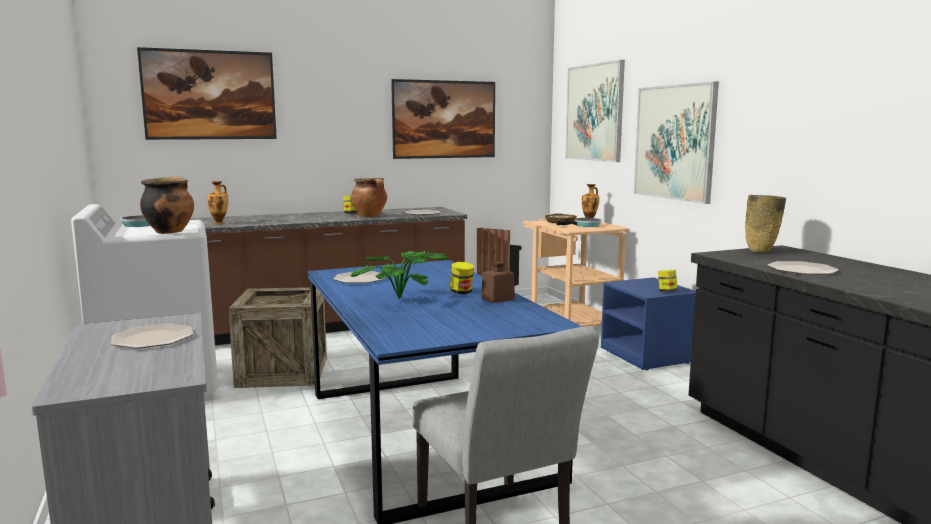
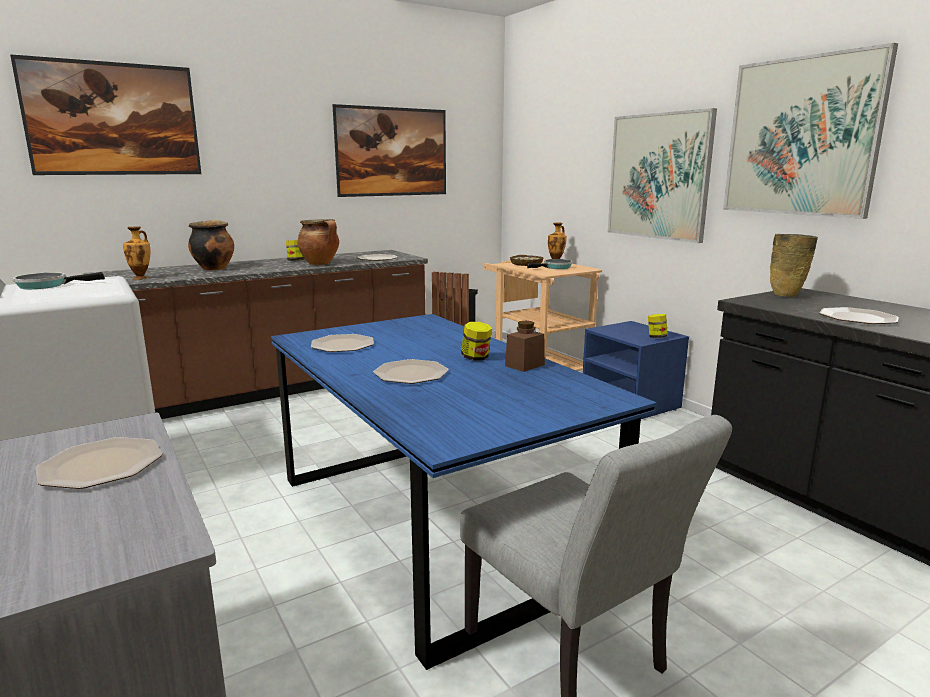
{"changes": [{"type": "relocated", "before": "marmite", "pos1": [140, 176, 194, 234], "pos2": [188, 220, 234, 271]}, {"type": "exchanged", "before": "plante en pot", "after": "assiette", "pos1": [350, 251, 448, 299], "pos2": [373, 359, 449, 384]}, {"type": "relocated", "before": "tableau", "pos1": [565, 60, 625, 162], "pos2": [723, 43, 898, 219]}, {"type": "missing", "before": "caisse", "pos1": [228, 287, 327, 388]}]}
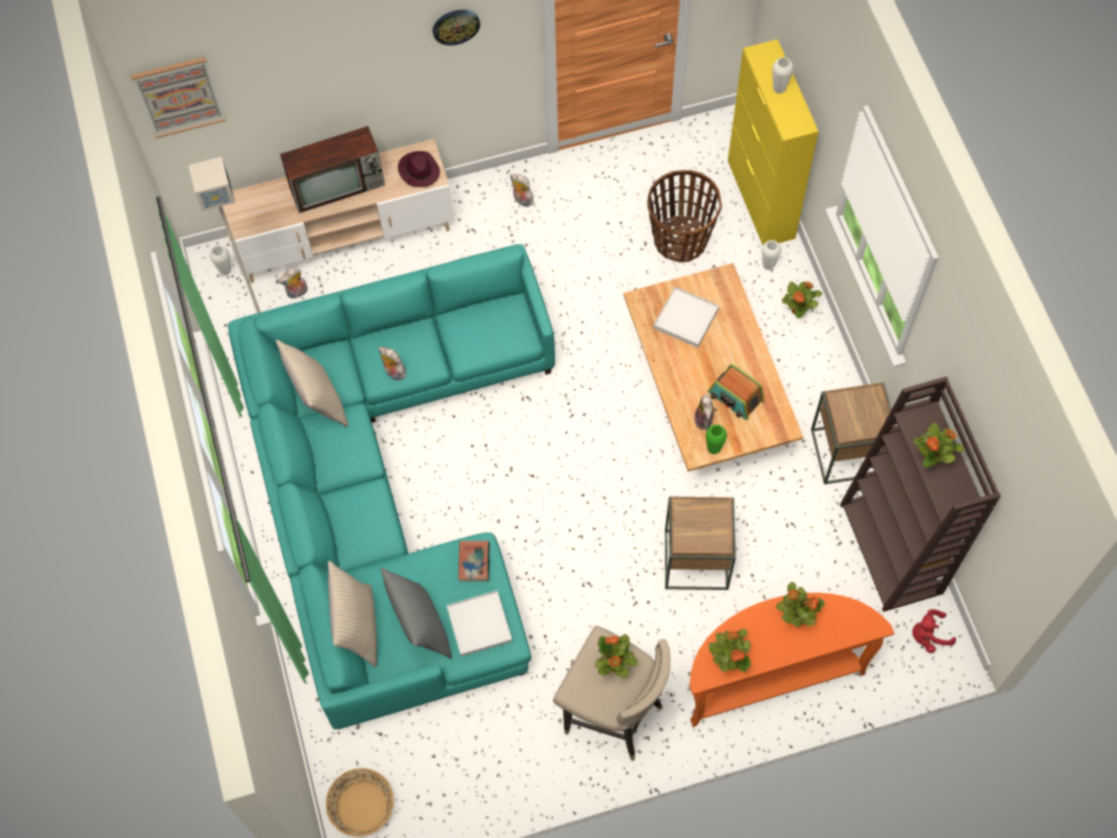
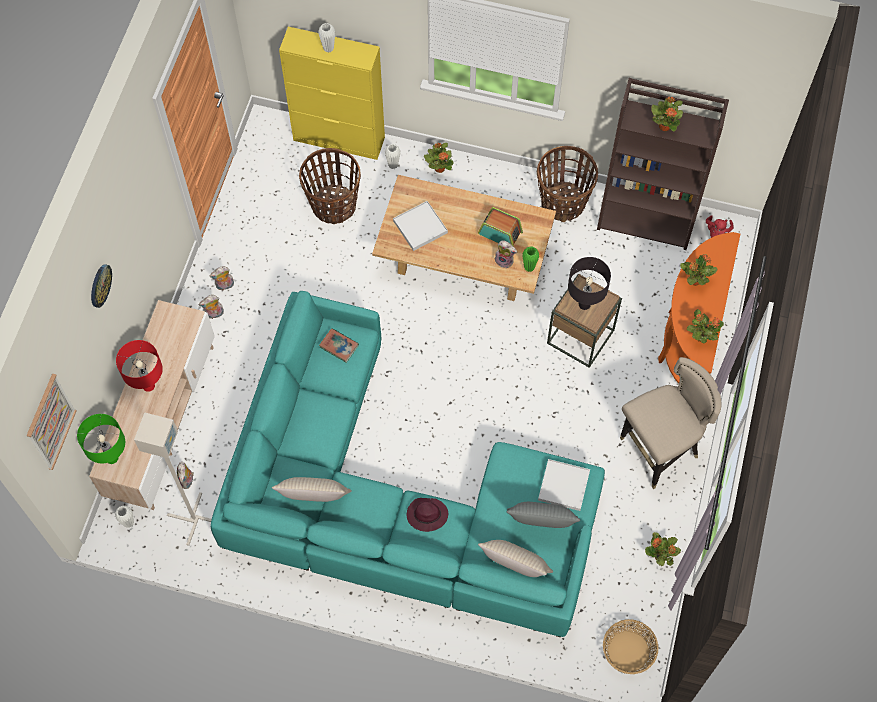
{"changes": [{"type": "appeared", "after": "lampe de table/vert", "pos2": [77, 414, 125, 464]}, {"type": "relocated", "before": "horloge murale", "pos1": [433, 10, 480, 45], "pos2": [91, 264, 112, 308]}, {"type": "exchanged", "before": "téléviseur", "after": "lampe de table/rouge", "pos1": [280, 126, 385, 213], "pos2": [116, 340, 163, 392]}, {"type": "relocated", "before": "peluche", "pos1": [379, 347, 406, 380], "pos2": [199, 295, 224, 319]}, {"type": "relocated", "before": "livre", "pos1": [458, 541, 490, 582], "pos2": [319, 328, 359, 363]}, {"type": "relocated", "before": "chapeau/violet", "pos1": [398, 151, 440, 187], "pos2": [407, 498, 448, 532]}, {"type": "spun", "before": "radio", "pos1": [708, 364, 764, 420], "pos2": [478, 207, 523, 246], "turn": -135}, {"type": "exchanged", "before": "table d'appoint/marron", "after": "panier", "pos1": [811, 382, 896, 484], "pos2": [537, 146, 598, 222]}, {"type": "appeared", "after": "lampe de table/noir", "pos2": [568, 257, 611, 310]}, {"type": "relocated", "before": "plante en pot", "pos1": [595, 634, 638, 678], "pos2": [645, 532, 681, 566]}]}
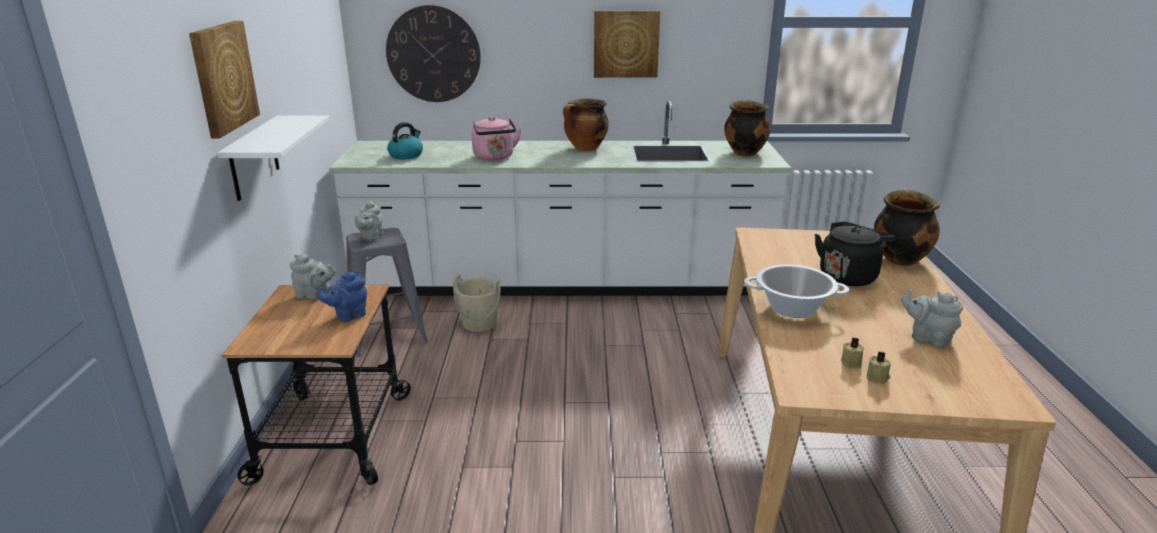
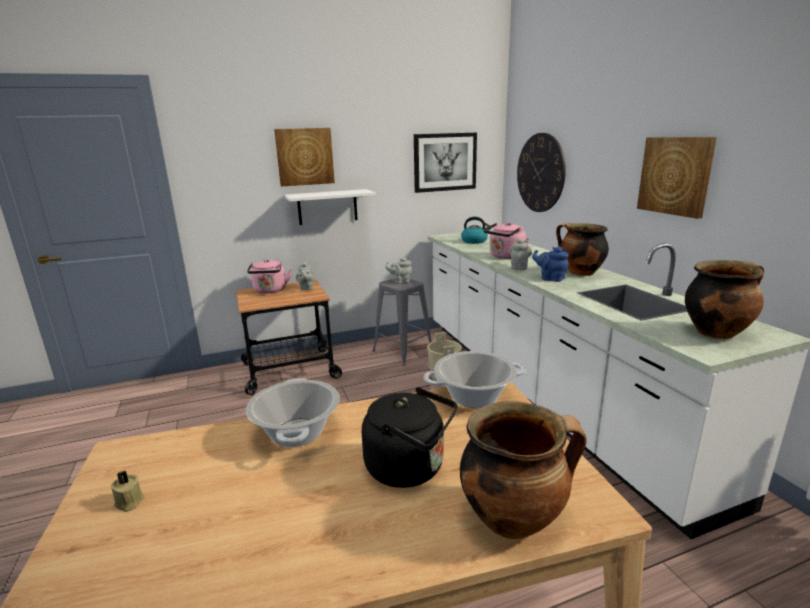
{"changes": [{"type": "appeared", "after": "bouilloire/rose", "pos2": [247, 259, 292, 293]}, {"type": "appeared", "after": "tableau", "pos2": [414, 133, 477, 193]}, {"type": "appeared", "after": "marmite", "pos2": [423, 351, 526, 408]}, {"type": "relocated", "before": "théière/gris", "pos1": [901, 289, 963, 348], "pos2": [510, 238, 532, 270]}, {"type": "relocated", "before": "théière/bleu", "pos1": [318, 270, 367, 322], "pos2": [532, 246, 569, 282]}, {"type": "missing", "before": "bougie/beige", "pos1": [841, 337, 864, 369]}]}
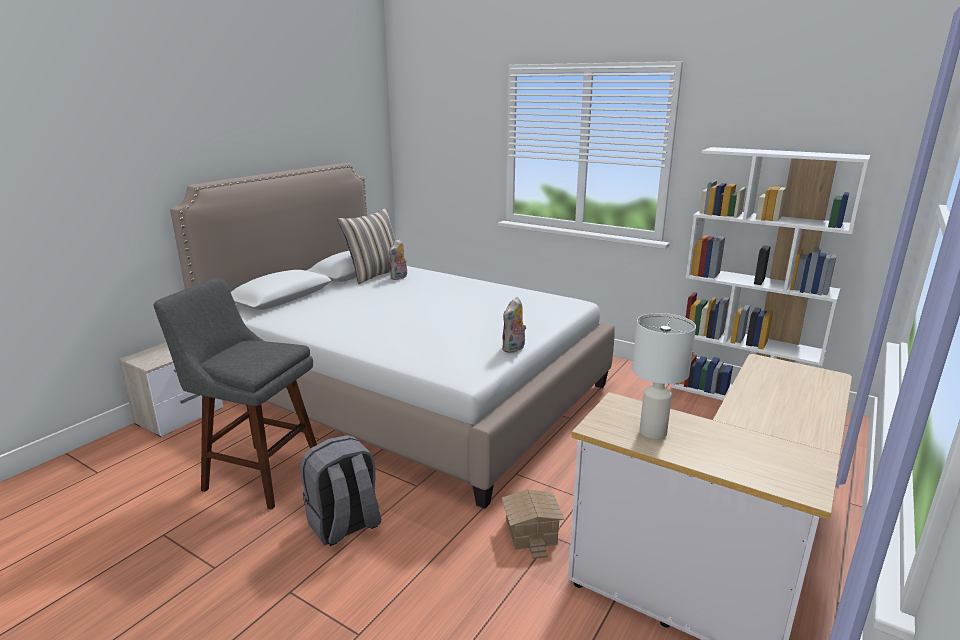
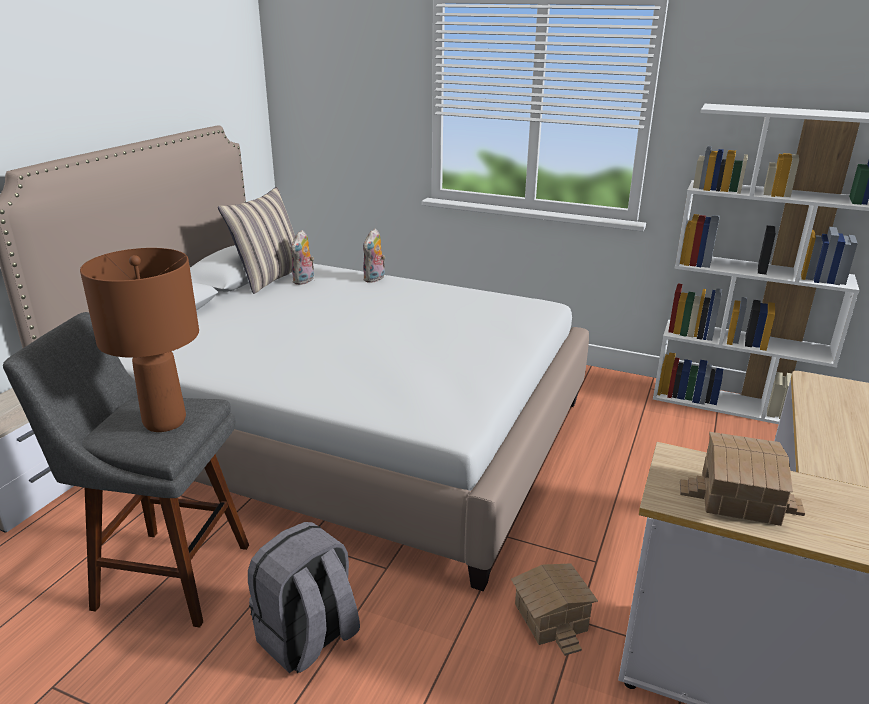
{"changes": [{"type": "appeared", "after": "lampe de table/marron", "pos2": [80, 248, 199, 432]}, {"type": "relocated", "before": "peluche", "pos1": [502, 297, 526, 353], "pos2": [363, 229, 385, 283]}, {"type": "exchanged", "before": "lampe de table/blanc", "after": "maison miniature", "pos1": [632, 313, 696, 439], "pos2": [680, 432, 805, 526]}]}
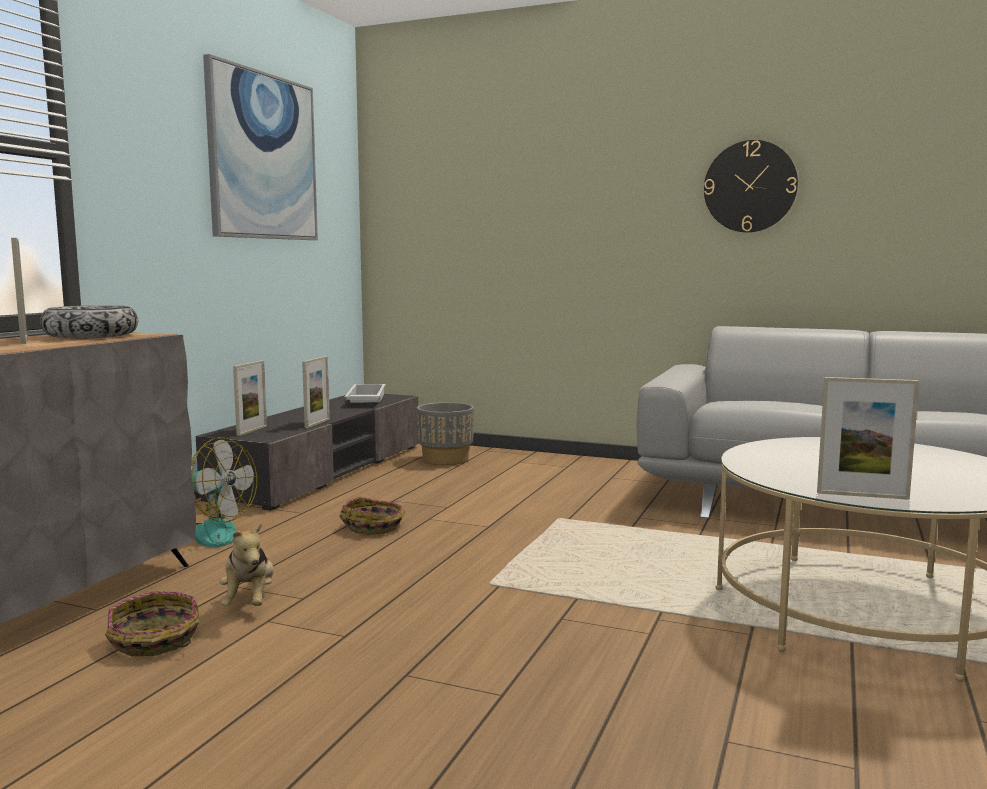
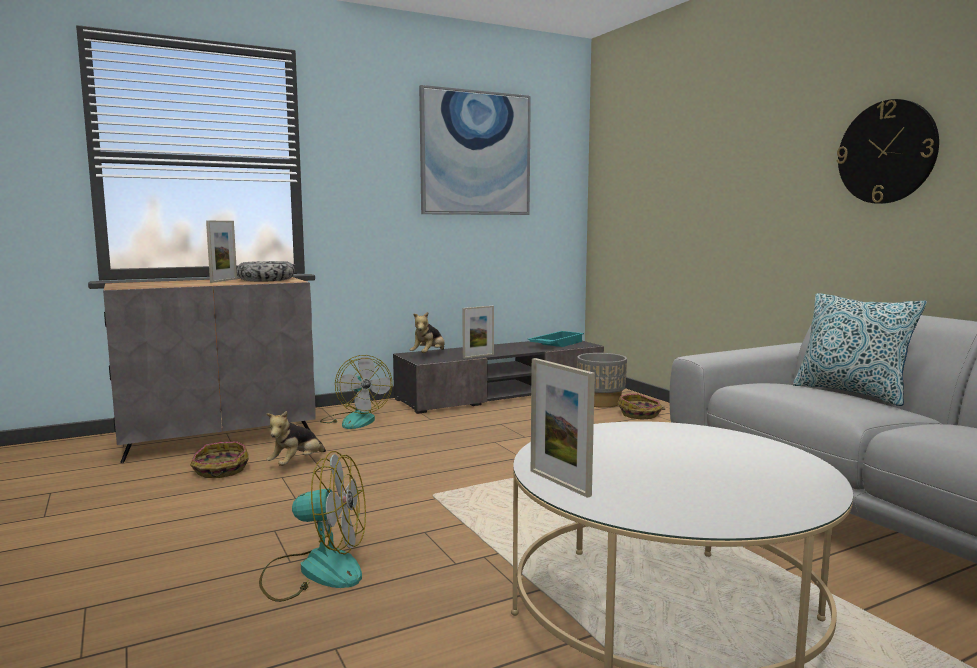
{"changes": [{"type": "appeared", "after": "ventilateur", "pos2": [259, 451, 366, 602]}, {"type": "exchanged", "before": "cadre photo", "after": "peluche", "pos1": [233, 360, 267, 436], "pos2": [410, 312, 445, 353]}, {"type": "colour", "before": "plateau/blanc", "after": "plateau/turquoise", "pos1": [345, 384, 386, 402], "pos2": [528, 331, 584, 347]}, {"type": "relocated", "before": "panier", "pos1": [339, 497, 406, 535], "pos2": [617, 394, 665, 420]}, {"type": "appeared", "after": "coussin", "pos2": [793, 293, 927, 406]}]}
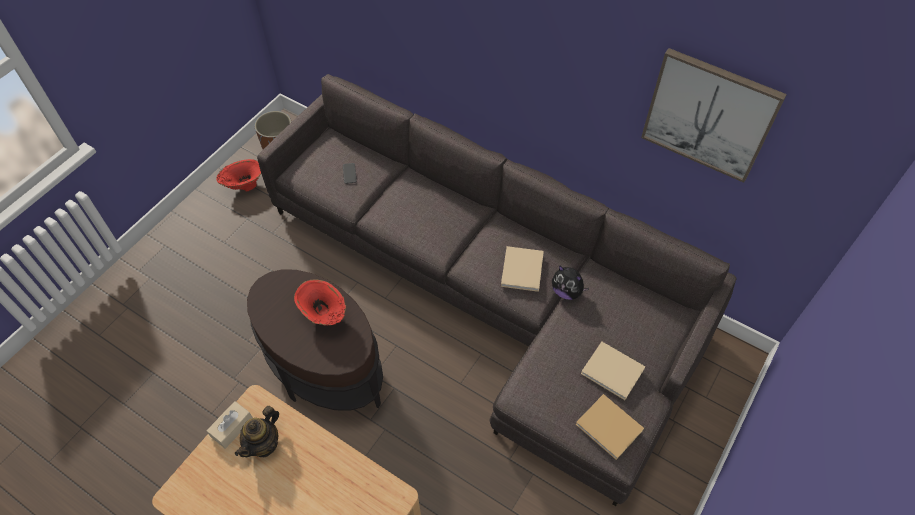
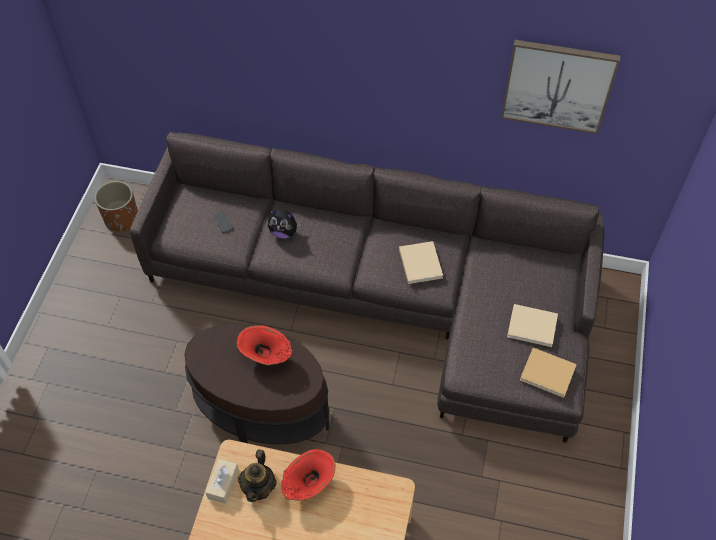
{"changes": [{"type": "relocated", "before": "peluche", "pos1": [552, 265, 589, 300], "pos2": [268, 210, 302, 239]}, {"type": "relocated", "before": "vase/rouge", "pos1": [216, 159, 261, 191], "pos2": [281, 449, 336, 501]}]}
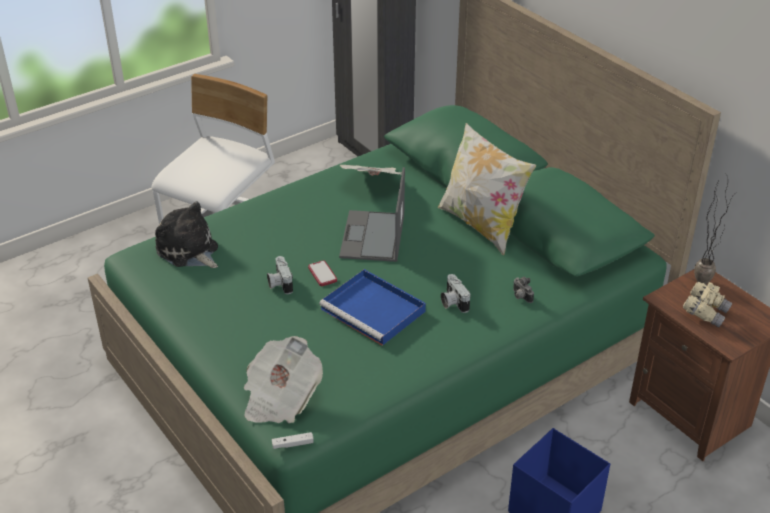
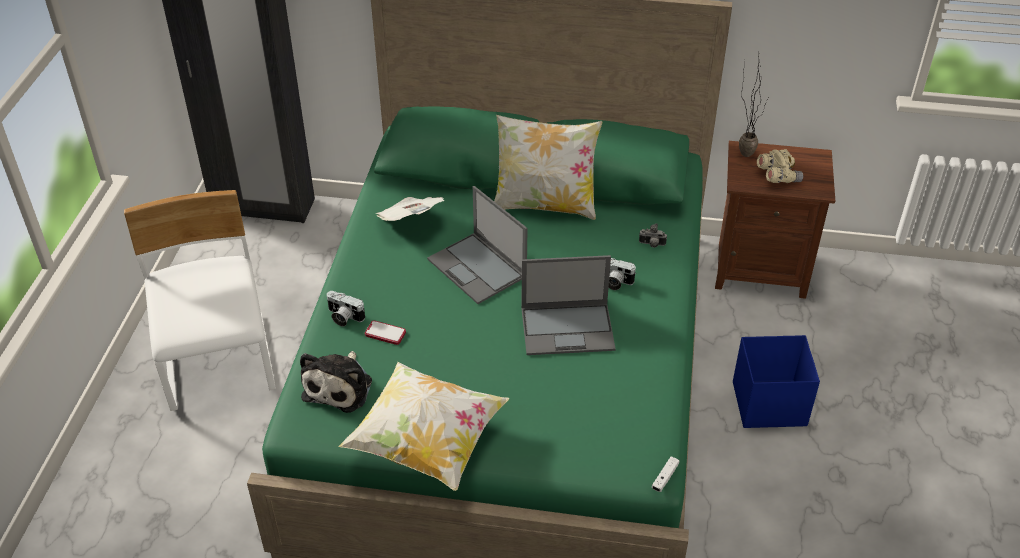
{"changes": [{"type": "spun", "before": "peluche", "pos1": [155, 201, 218, 268], "pos2": [300, 351, 372, 413], "turn": -75}, {"type": "relocated", "before": "appareil photo", "pos1": [267, 256, 293, 294], "pos2": [327, 291, 365, 326]}, {"type": "appeared", "after": "coussin", "pos2": [338, 362, 509, 491]}, {"type": "relocated", "before": "téléphone", "pos1": [308, 261, 337, 286], "pos2": [365, 321, 406, 345]}, {"type": "exchanged", "before": "plateau/bleu", "after": "ordinateur portable", "pos1": [319, 269, 426, 346], "pos2": [521, 255, 616, 355]}, {"type": "missing", "before": "journal", "pos1": [244, 336, 323, 424]}]}
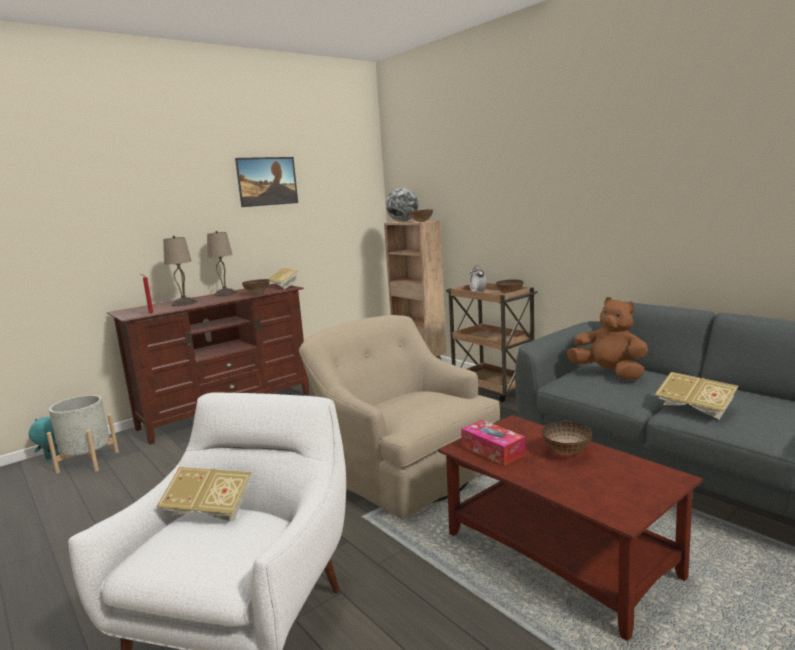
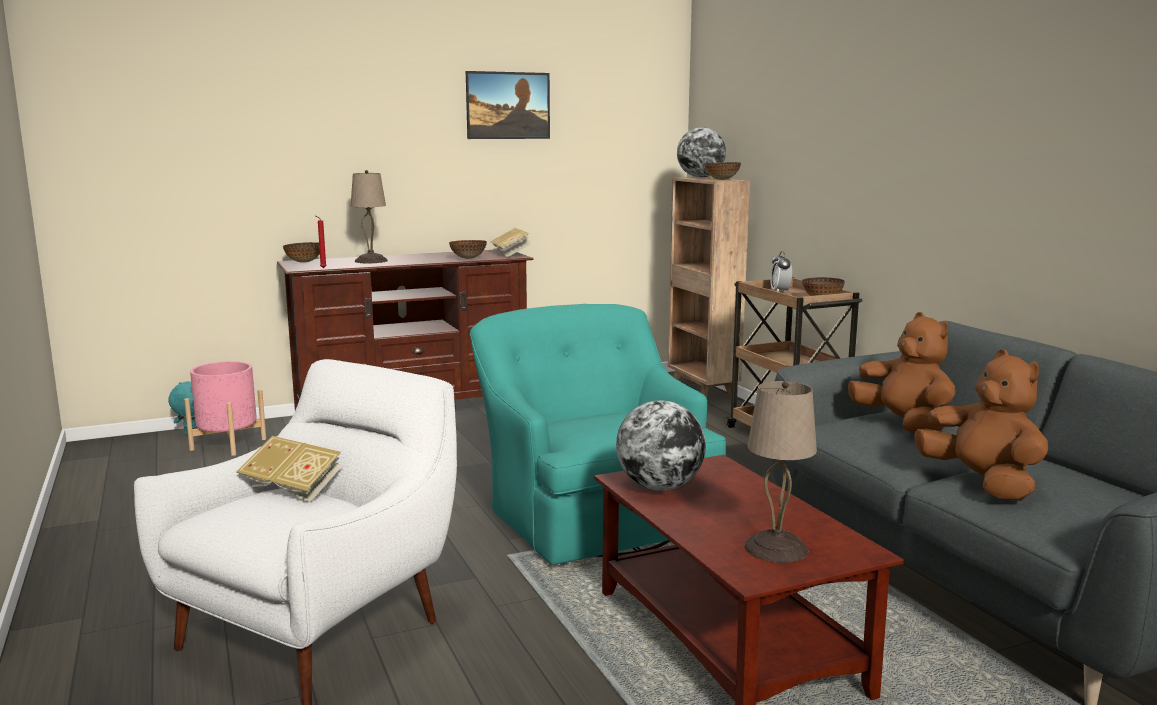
{"changes": [{"type": "colour", "before": "cache-pot/gris", "after": "cache-pot/rose", "pos1": [46, 395, 119, 474], "pos2": [184, 361, 266, 456]}, {"type": "relocated", "before": "bol", "pos1": [542, 421, 592, 455], "pos2": [283, 242, 320, 263]}, {"type": "colour", "before": "fauteuil/beige", "after": "fauteuil/turquoise", "pos1": [299, 315, 500, 519], "pos2": [470, 304, 726, 565]}, {"type": "exchanged", "before": "boîte à mouchoirs", "after": "globe", "pos1": [461, 420, 525, 466], "pos2": [616, 400, 706, 491]}, {"type": "relocated", "before": "lampe de table/beige", "pos1": [207, 231, 237, 296], "pos2": [745, 381, 817, 563]}, {"type": "exchanged", "before": "livre", "after": "peluche/marron", "pos1": [655, 372, 739, 420], "pos2": [914, 350, 1048, 501]}]}
